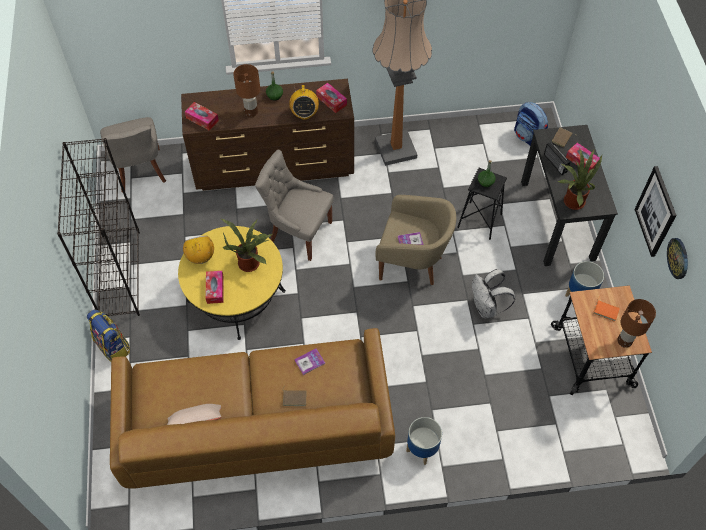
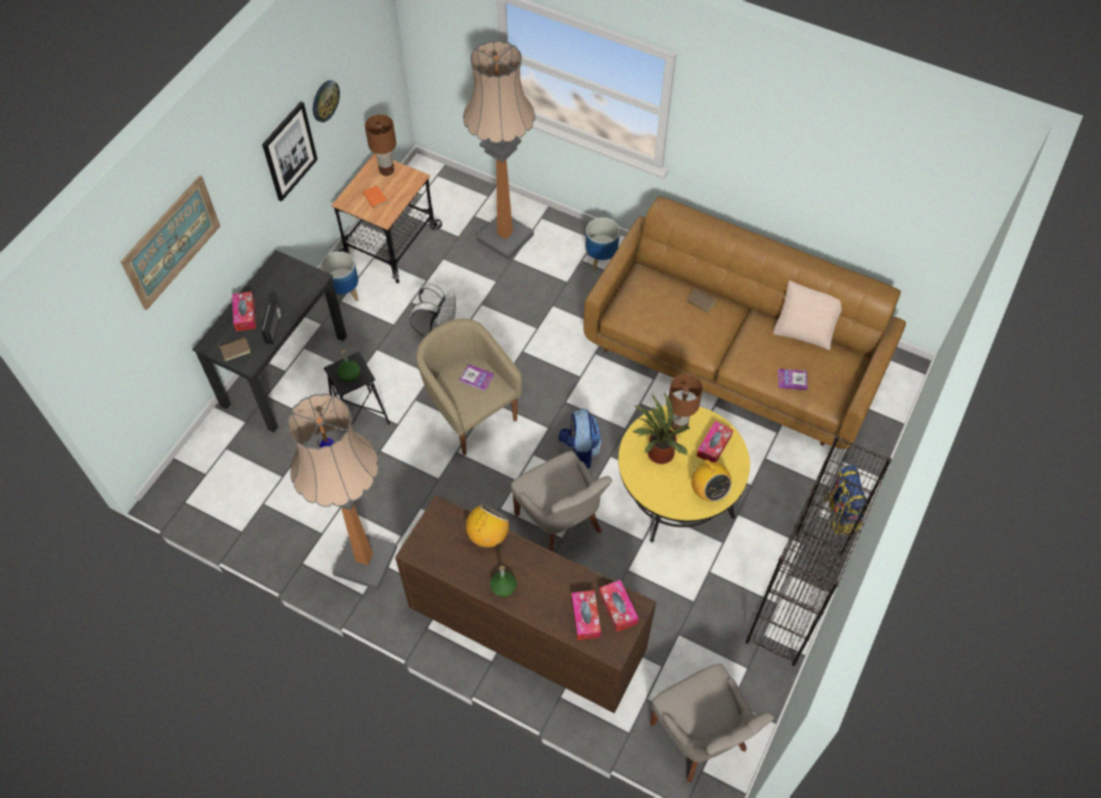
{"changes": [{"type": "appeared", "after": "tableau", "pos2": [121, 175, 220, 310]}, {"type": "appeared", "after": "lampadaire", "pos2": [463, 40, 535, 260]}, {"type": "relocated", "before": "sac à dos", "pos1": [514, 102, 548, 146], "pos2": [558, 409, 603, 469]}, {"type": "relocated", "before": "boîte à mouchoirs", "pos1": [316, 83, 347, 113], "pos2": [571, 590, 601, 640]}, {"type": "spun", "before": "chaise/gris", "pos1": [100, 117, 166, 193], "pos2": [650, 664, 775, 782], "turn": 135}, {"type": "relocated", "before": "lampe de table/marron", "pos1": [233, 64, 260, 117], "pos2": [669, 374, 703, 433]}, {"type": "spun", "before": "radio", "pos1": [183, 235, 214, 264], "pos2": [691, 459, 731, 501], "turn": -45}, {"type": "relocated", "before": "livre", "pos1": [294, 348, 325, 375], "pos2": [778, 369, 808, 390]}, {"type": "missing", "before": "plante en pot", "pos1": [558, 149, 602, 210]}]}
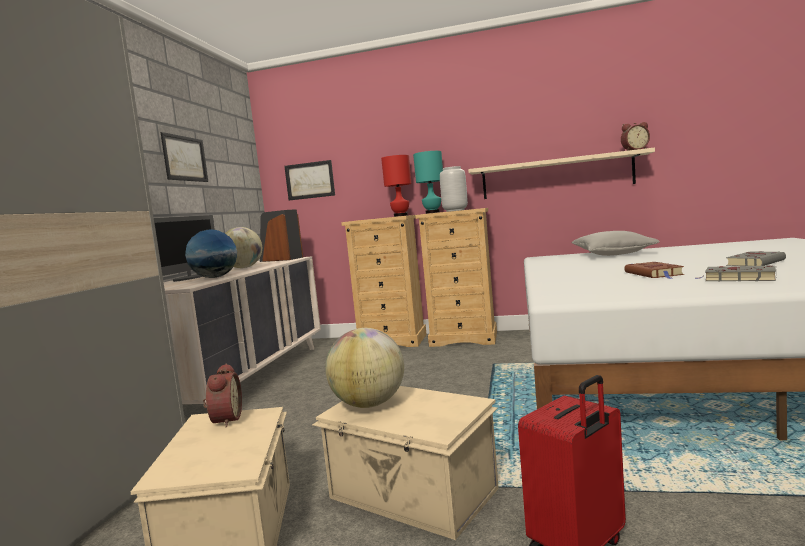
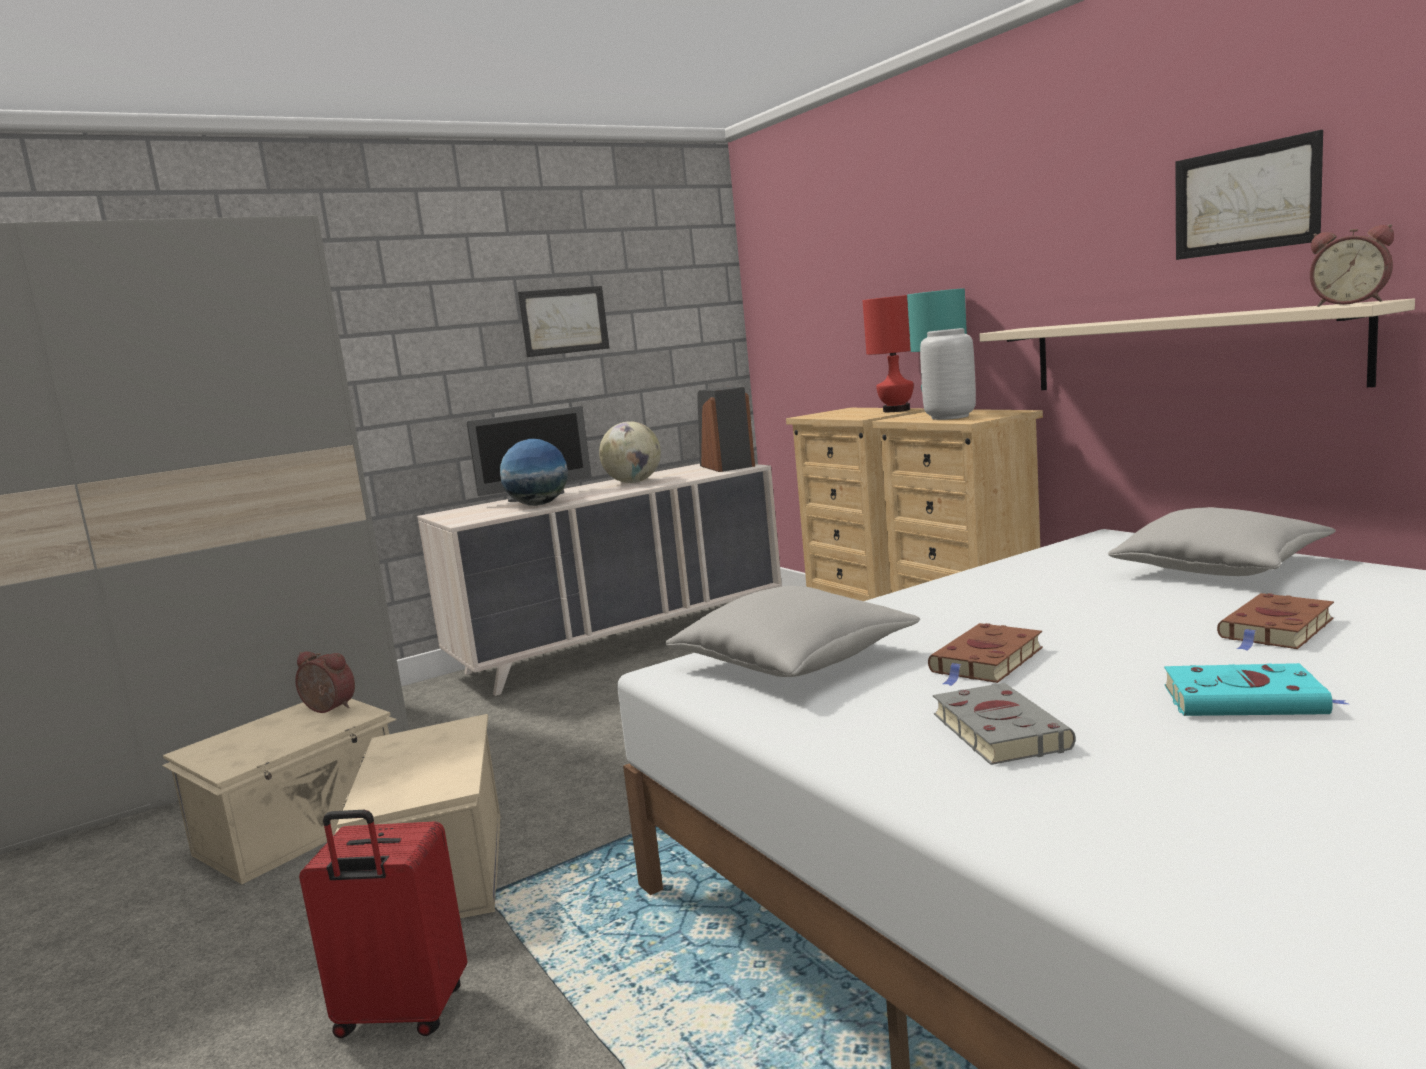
{"changes": [{"type": "spun", "before": "réveil", "pos1": [203, 363, 242, 427], "pos2": [295, 651, 355, 713], "turn": -105}, {"type": "appeared", "after": "coussin/gris", "pos2": [665, 586, 920, 677]}, {"type": "colour", "before": "livre/gris", "after": "livre/turquoise", "pos1": [726, 251, 786, 266], "pos2": [1164, 663, 1348, 716]}, {"type": "relocated", "before": "tableau", "pos1": [284, 160, 335, 201], "pos2": [1175, 130, 1323, 260]}, {"type": "appeared", "after": "livre/marron", "pos2": [1217, 593, 1334, 651]}, {"type": "missing", "before": "globe", "pos1": [325, 328, 404, 408]}]}
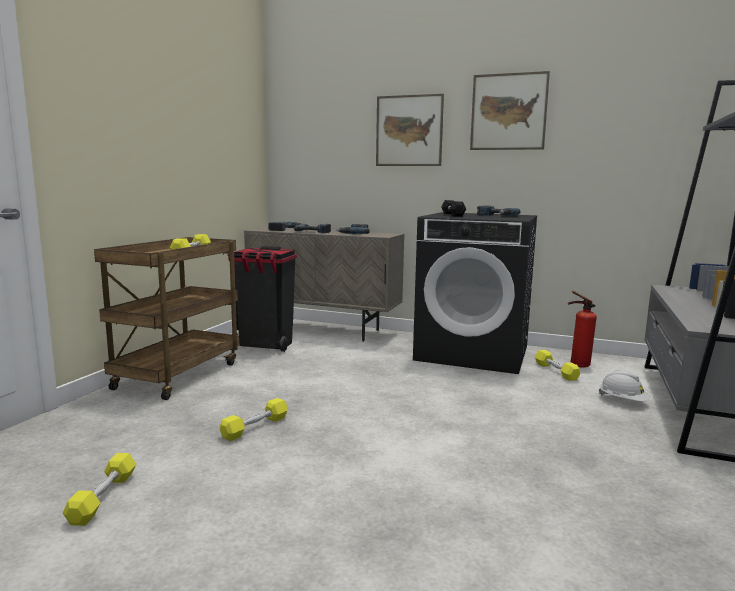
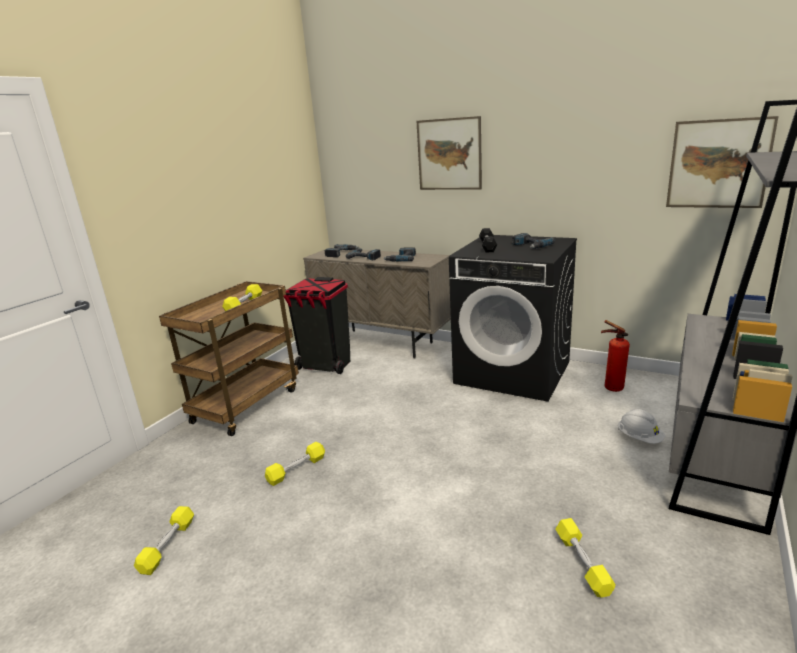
{"changes": [{"type": "relocated", "before": "haltère/jaune", "pos1": [535, 350, 581, 381], "pos2": [555, 518, 615, 598]}, {"type": "relocated", "before": "tableau", "pos1": [470, 71, 550, 150], "pos2": [666, 116, 779, 208]}]}
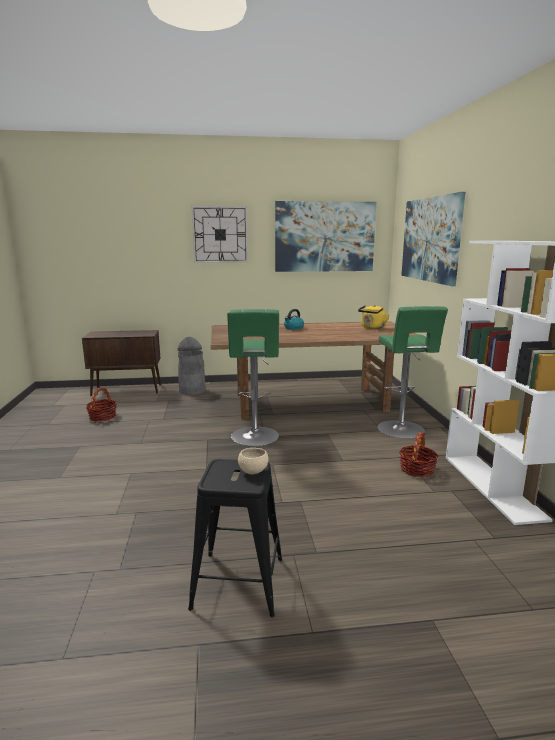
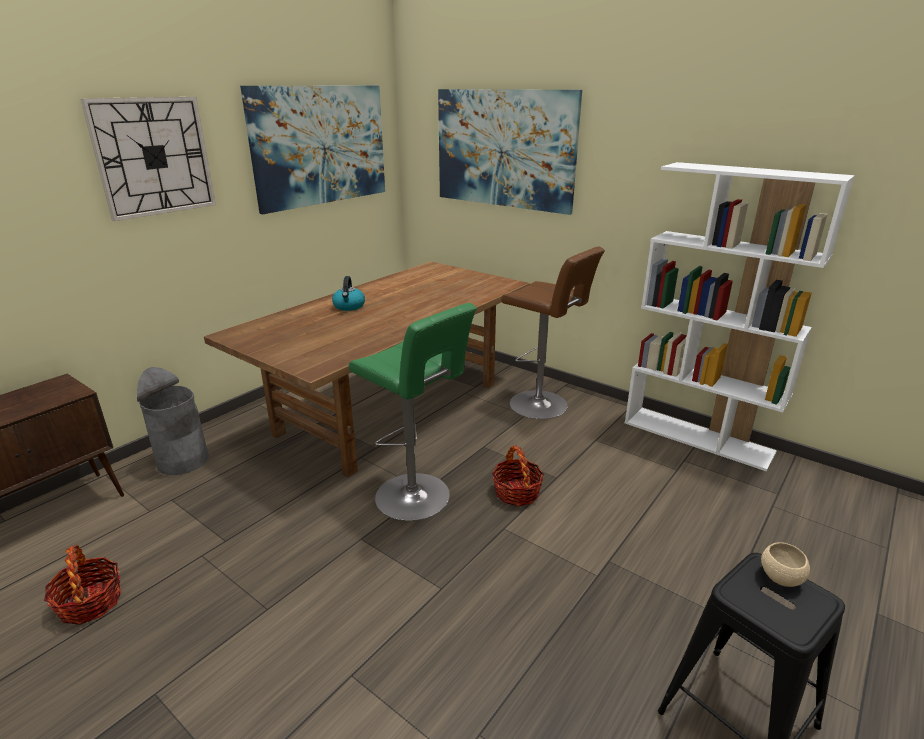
{"changes": [{"type": "relocated", "before": "panier", "pos1": [399, 432, 439, 477], "pos2": [492, 445, 544, 506]}, {"type": "colour", "before": "tabouret/vert", "after": "tabouret/marron", "pos1": [378, 306, 448, 439], "pos2": [501, 247, 605, 419]}, {"type": "missing", "before": "bouilloire/jaune", "pos1": [358, 305, 389, 329]}]}
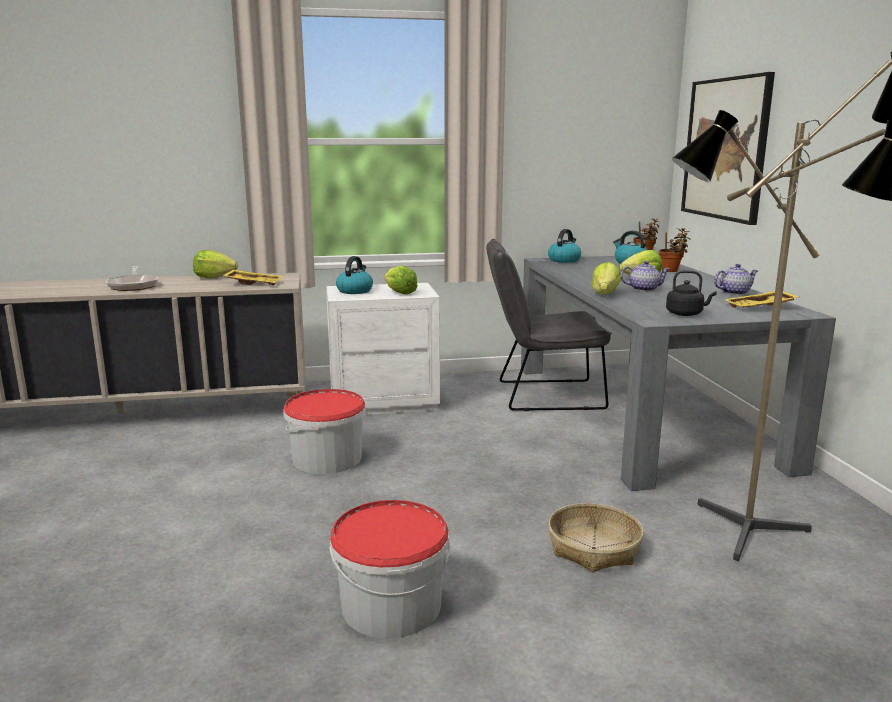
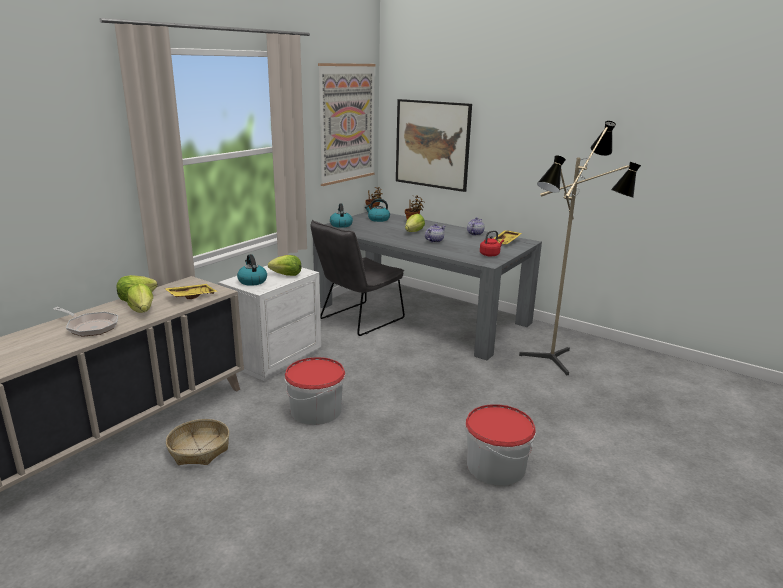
{"changes": [{"type": "relocated", "before": "laitue", "pos1": [591, 262, 621, 294], "pos2": [127, 284, 153, 313]}, {"type": "relocated", "before": "panier", "pos1": [548, 503, 644, 572], "pos2": [166, 419, 229, 465]}, {"type": "appeared", "after": "tableau", "pos2": [318, 63, 376, 186]}, {"type": "colour", "before": "bouilloire/noir", "after": "bouilloire/rouge", "pos1": [666, 270, 717, 316], "pos2": [480, 230, 504, 257]}]}
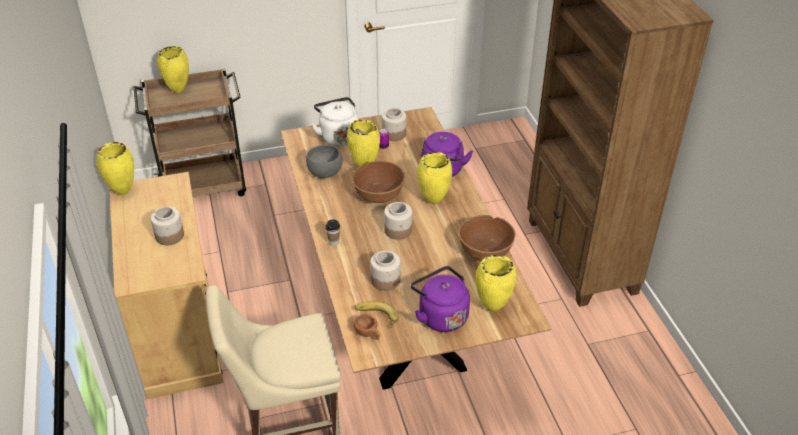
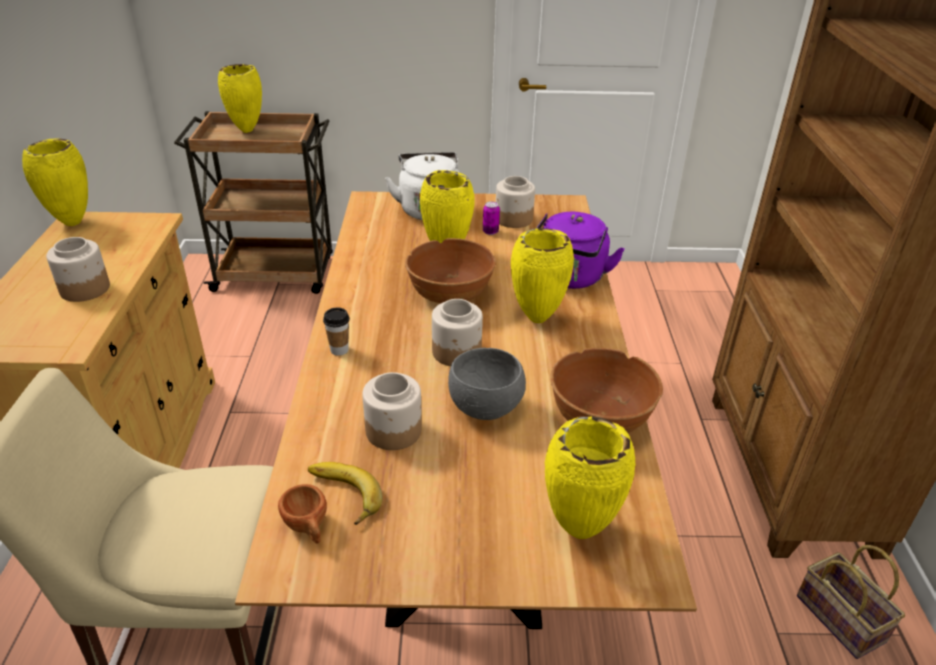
{"changes": [{"type": "relocated", "before": "bol/gris", "pos1": [306, 145, 343, 178], "pos2": [448, 348, 526, 420]}, {"type": "appeared", "after": "panier", "pos2": [797, 545, 905, 659]}, {"type": "missing", "before": "bouilloire/violet", "pos1": [411, 266, 470, 332]}]}
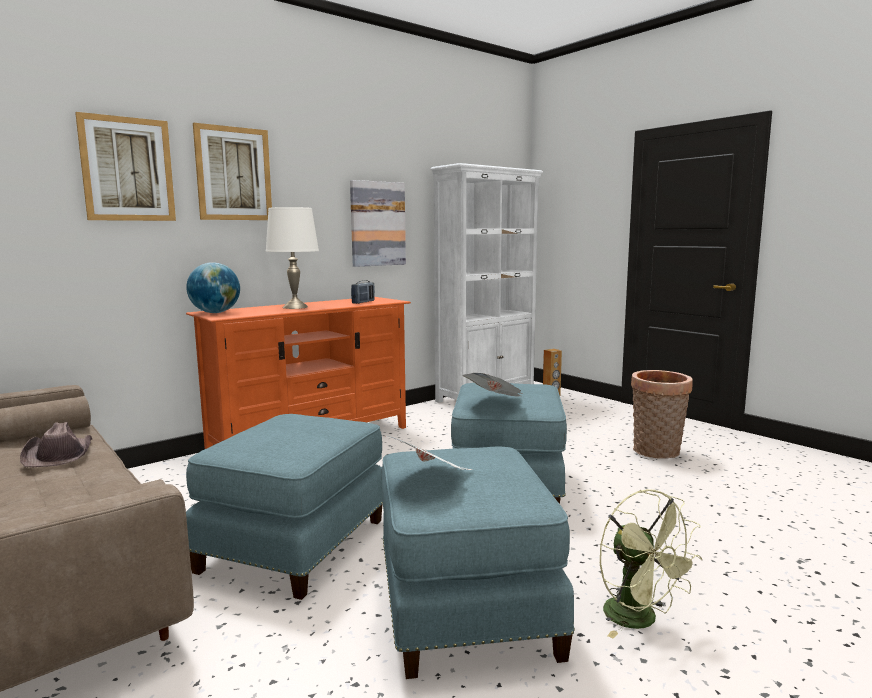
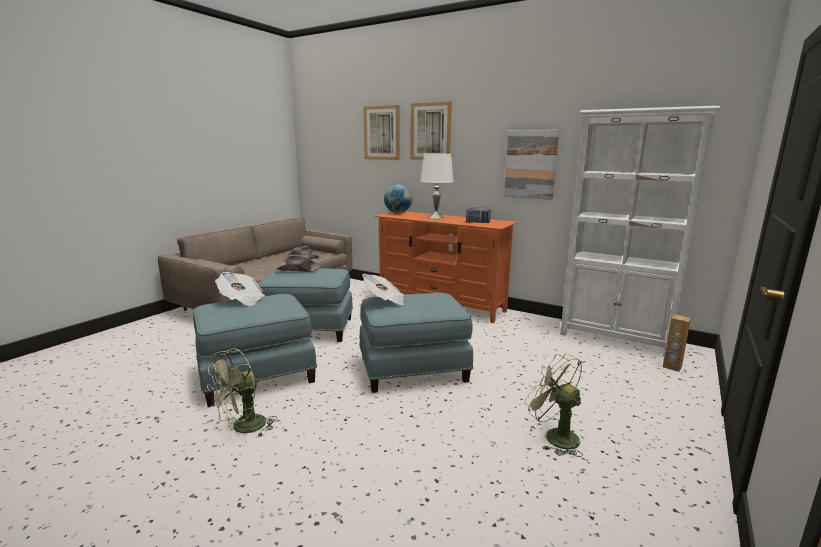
{"changes": [{"type": "appeared", "after": "chapeau/marron", "pos2": [276, 255, 320, 272]}, {"type": "exchanged", "before": "panier", "after": "ventilateur/vert", "pos1": [631, 370, 693, 459], "pos2": [525, 353, 583, 457]}]}
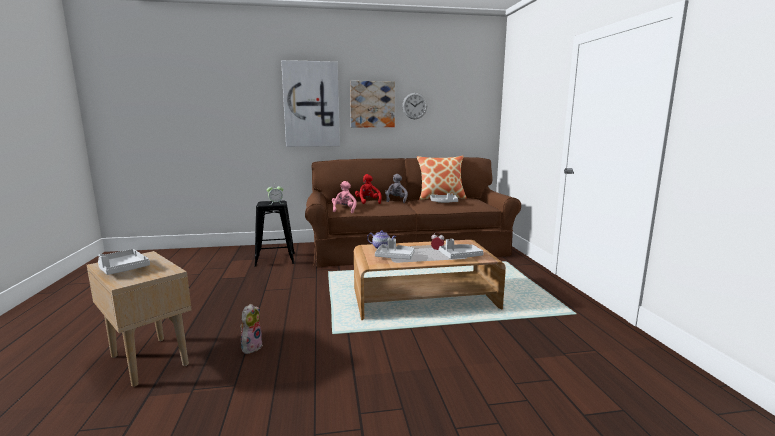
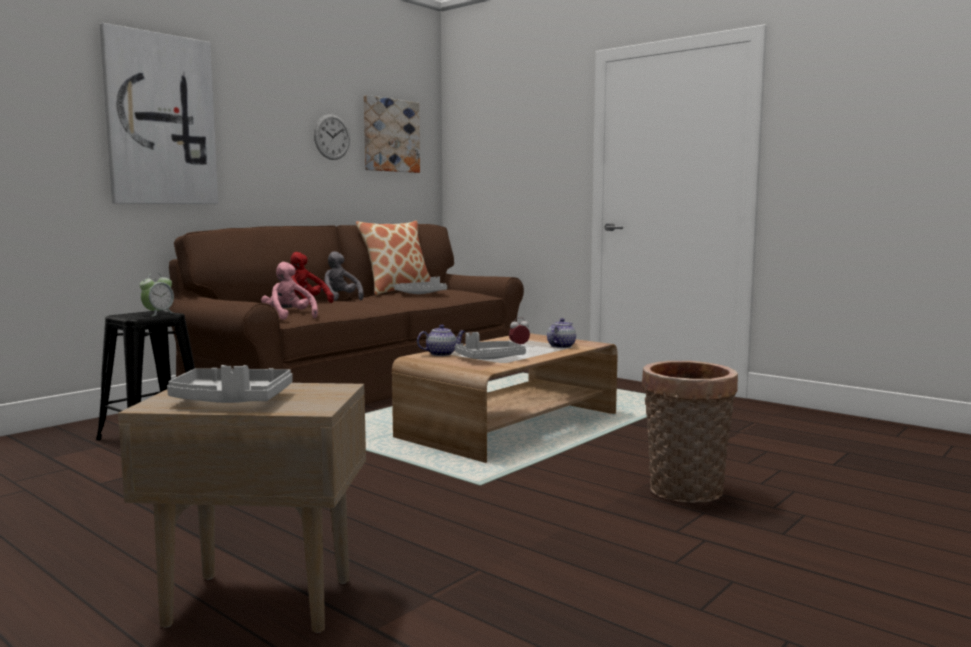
{"changes": [{"type": "relocated", "before": "tableau", "pos1": [350, 81, 395, 127], "pos2": [364, 95, 420, 173]}, {"type": "exchanged", "before": "plateau/gris", "after": "théière", "pos1": [439, 239, 484, 259], "pos2": [547, 318, 576, 348]}, {"type": "appeared", "after": "panier", "pos2": [642, 361, 738, 503]}, {"type": "missing", "before": "peluche", "pos1": [240, 304, 263, 354]}]}
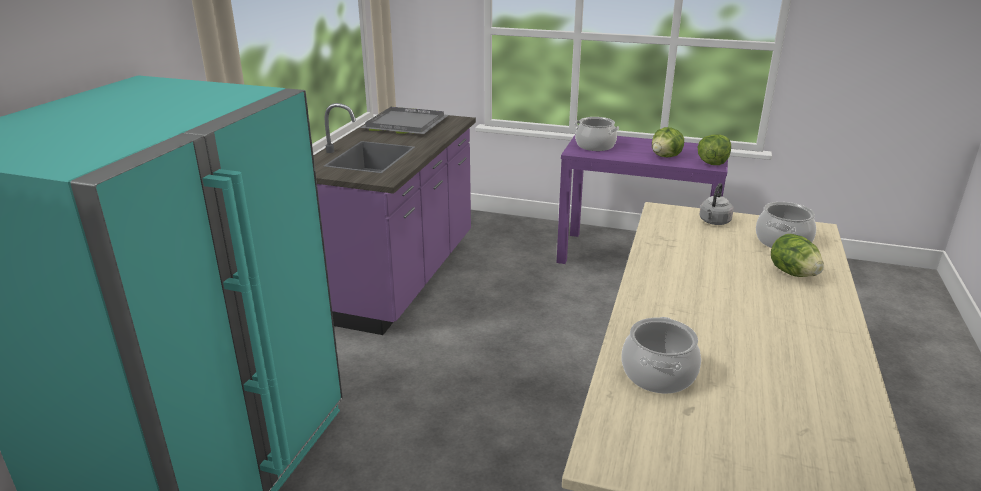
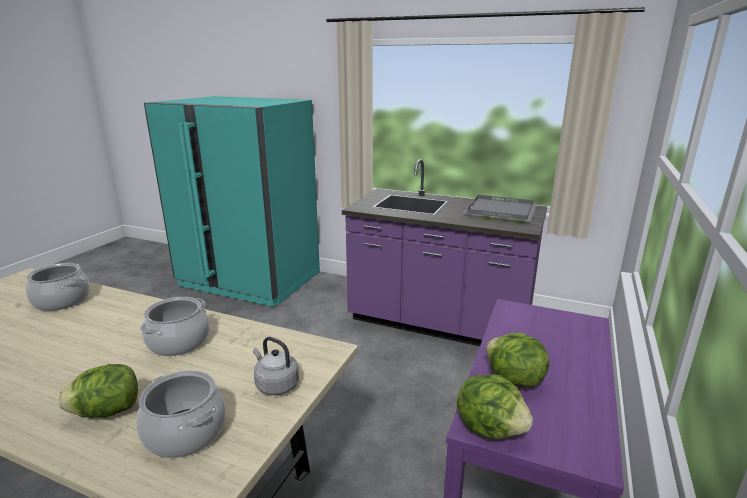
{"changes": [{"type": "relocated", "before": "marmite", "pos1": [575, 117, 619, 151], "pos2": [140, 297, 210, 356]}]}
